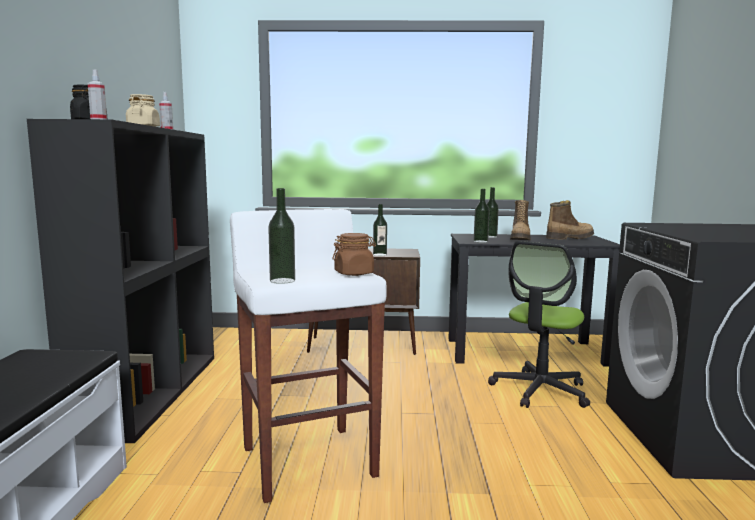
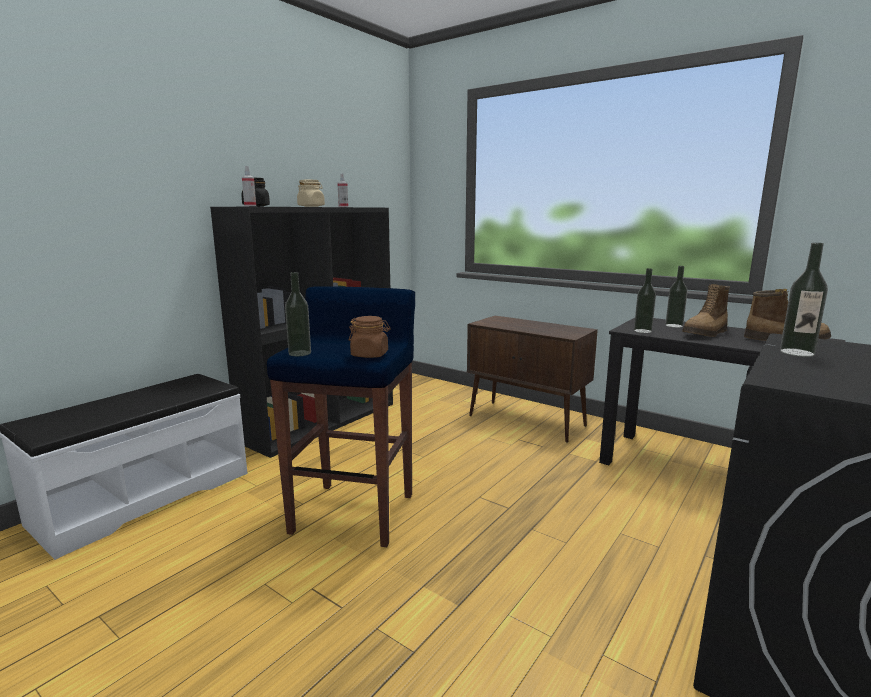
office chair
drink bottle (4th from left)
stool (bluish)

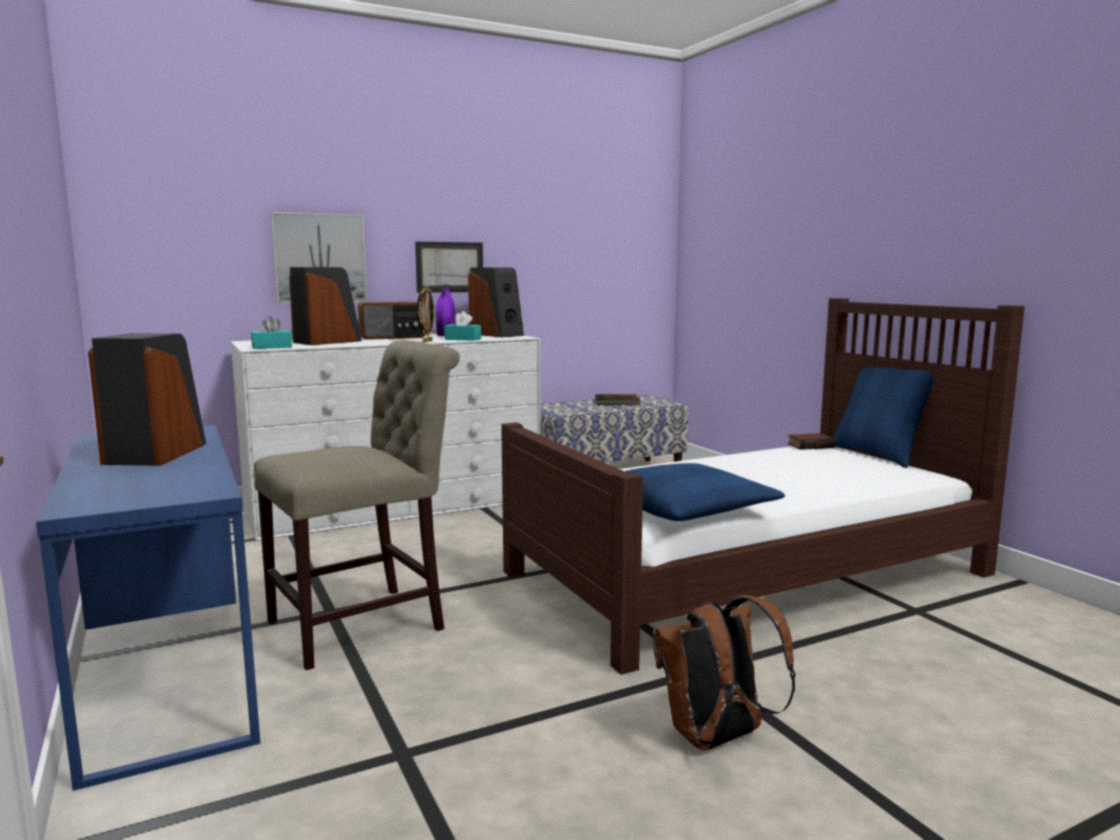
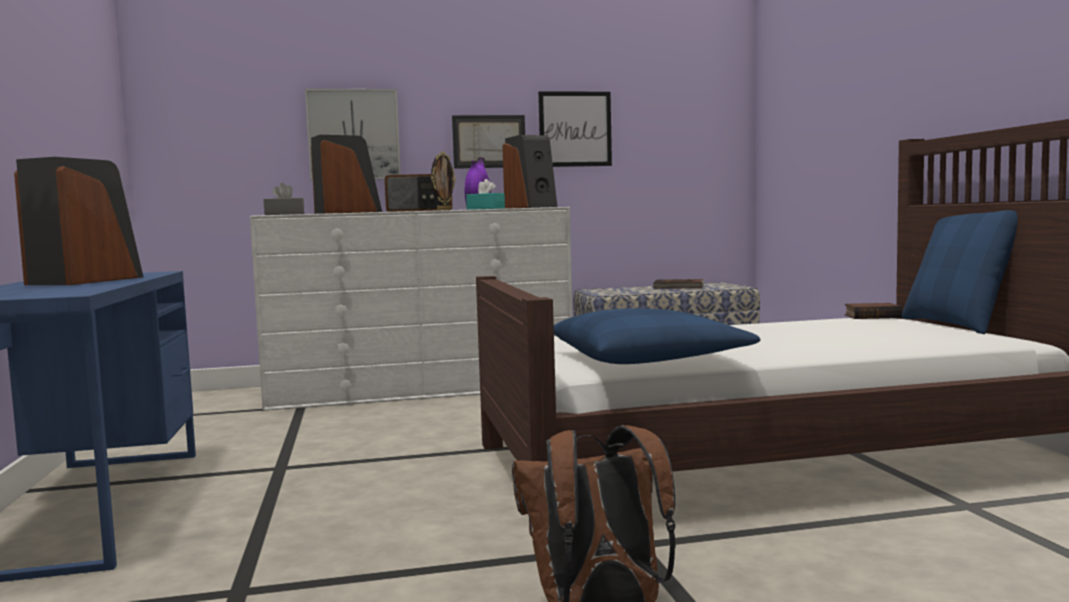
chair (beige)
wall picture (3rd from left)
box of tissues (grey)

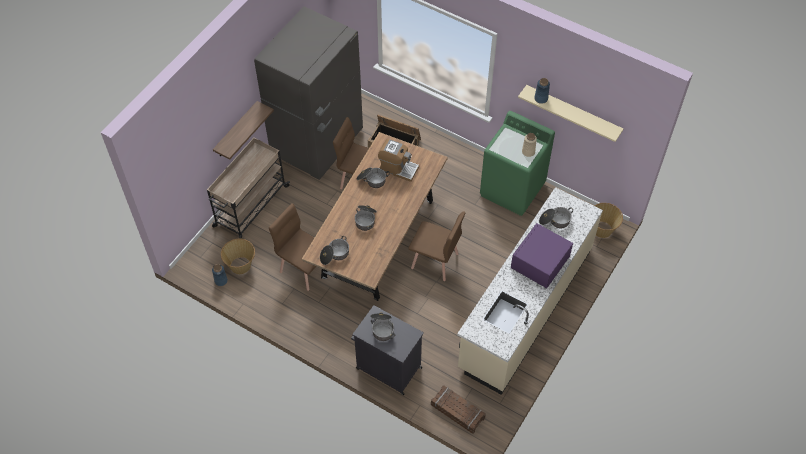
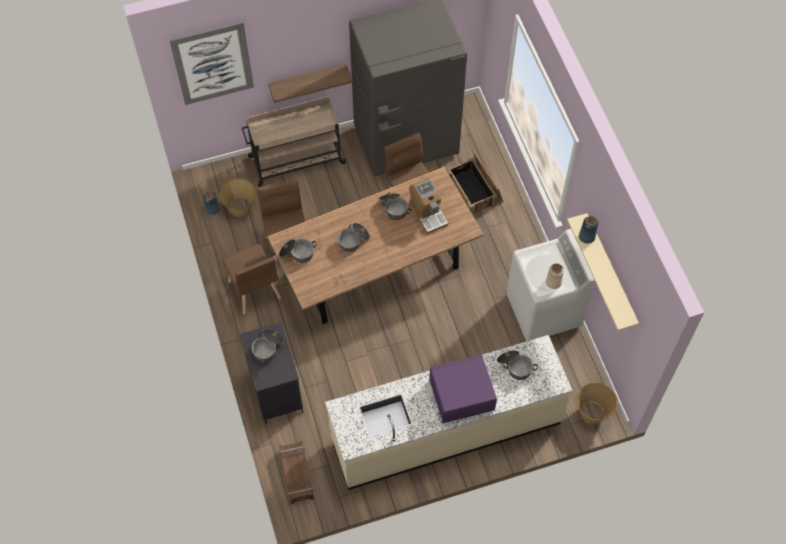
wall picture
chair (brownish) (1st from left)
laundry machine (whitish)

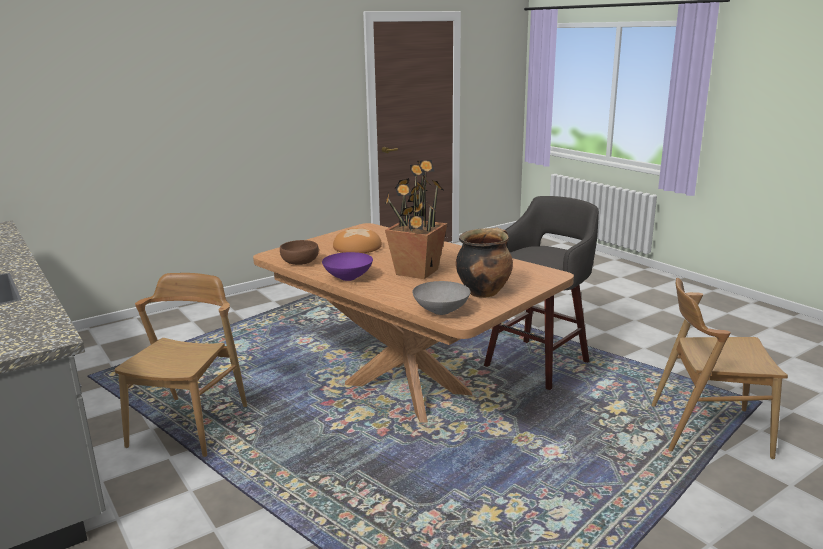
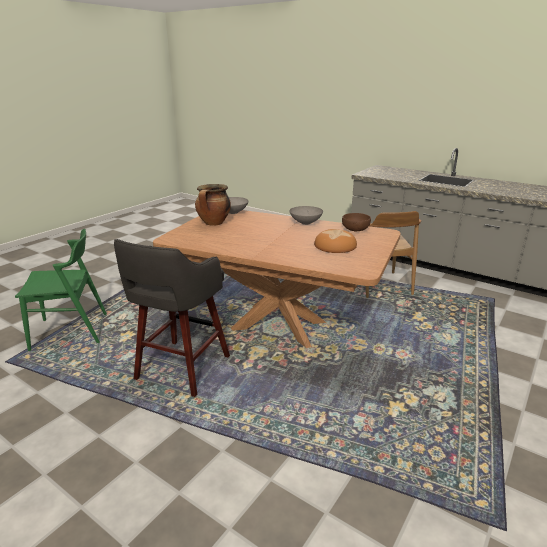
potted plant
serving bowl (grey) (2nd from left)
chair (green)

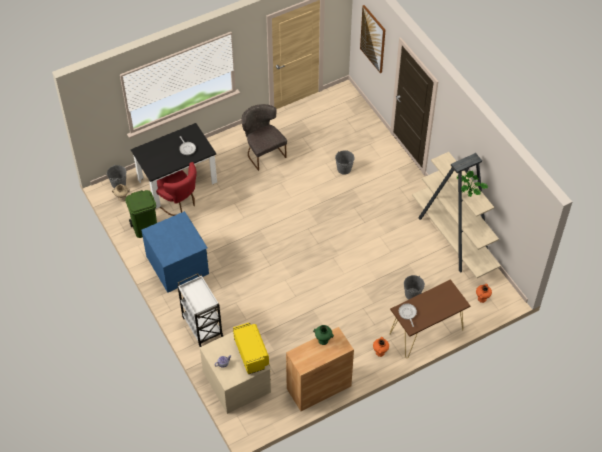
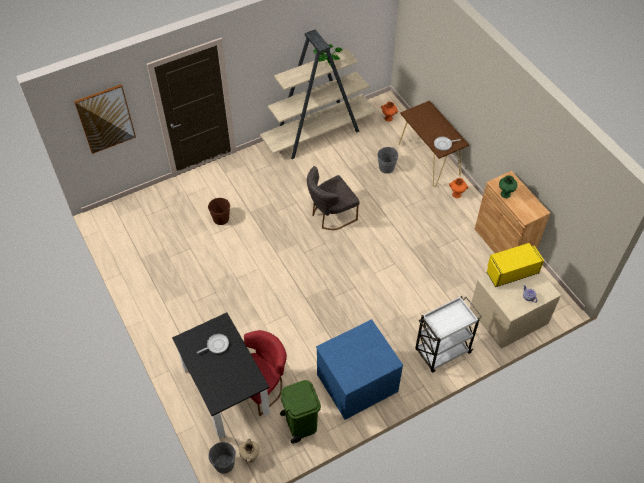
chair (grey)
pail (brownish)

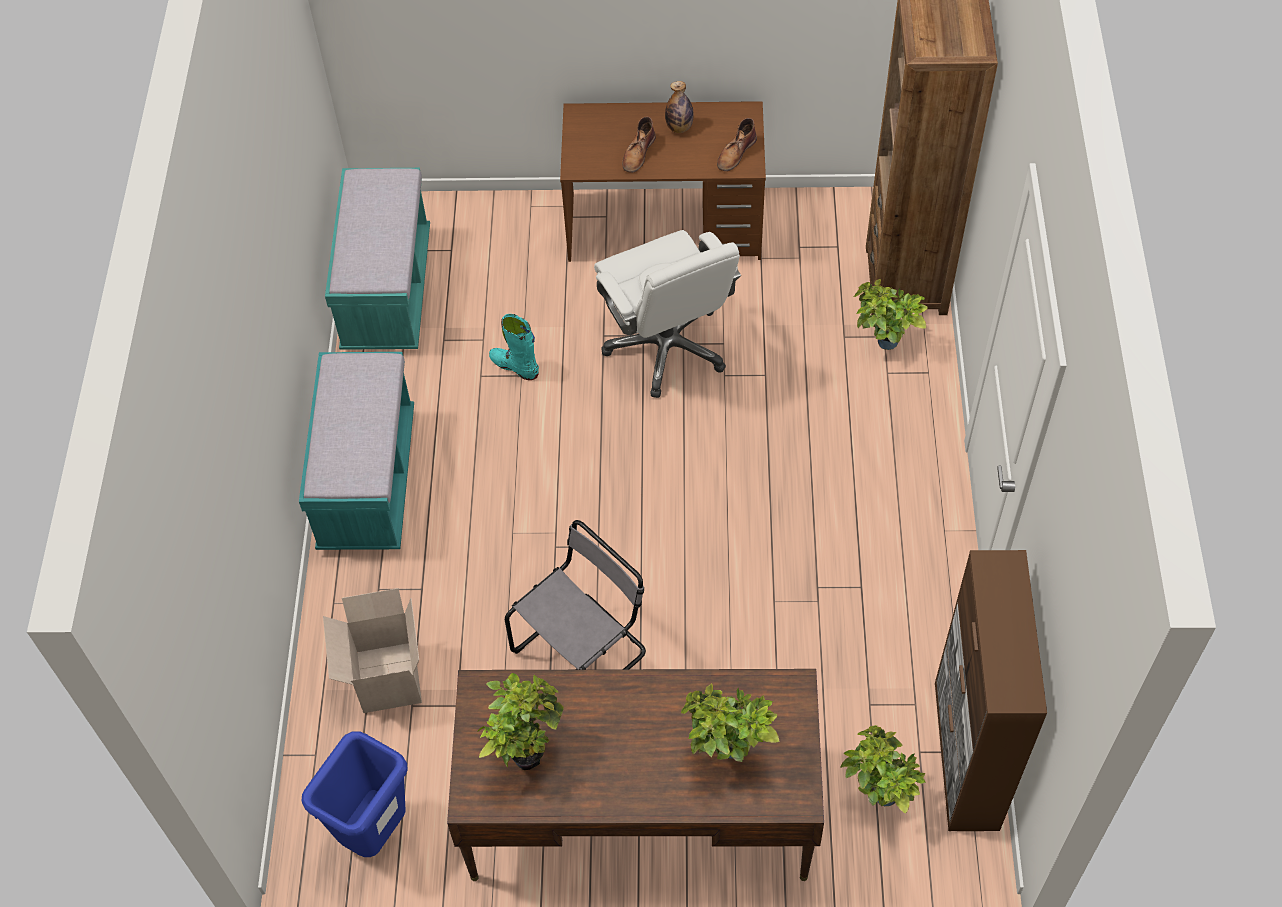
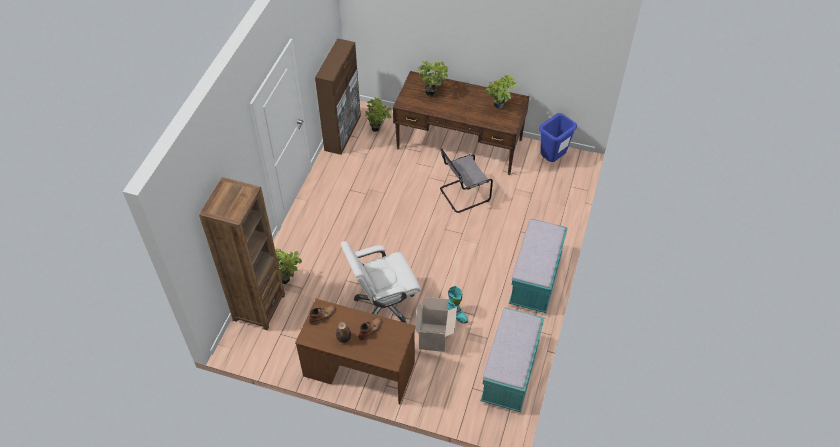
packing box
office chair (whitish)

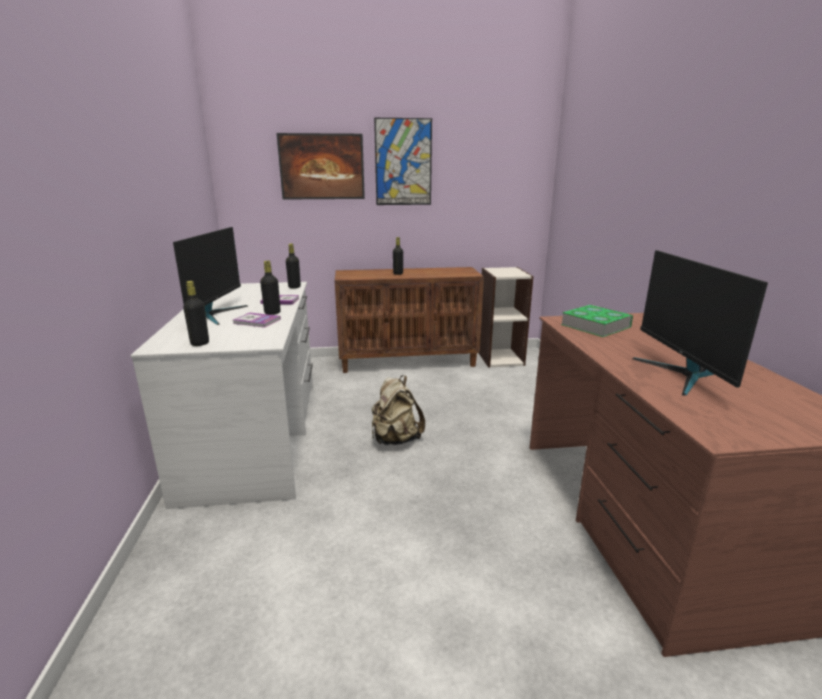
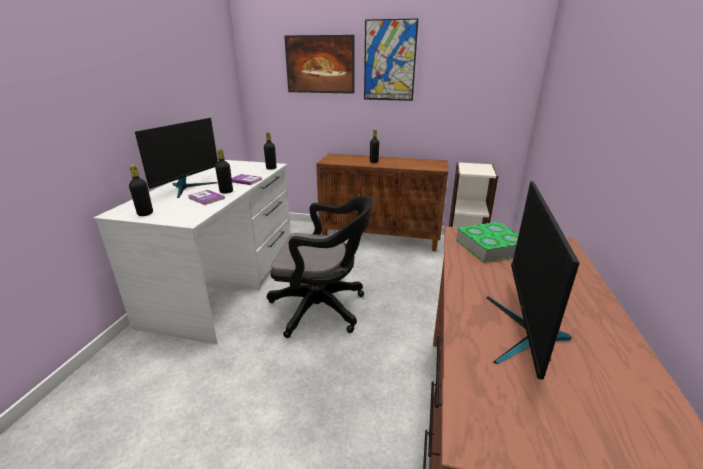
office chair (black-coloured)

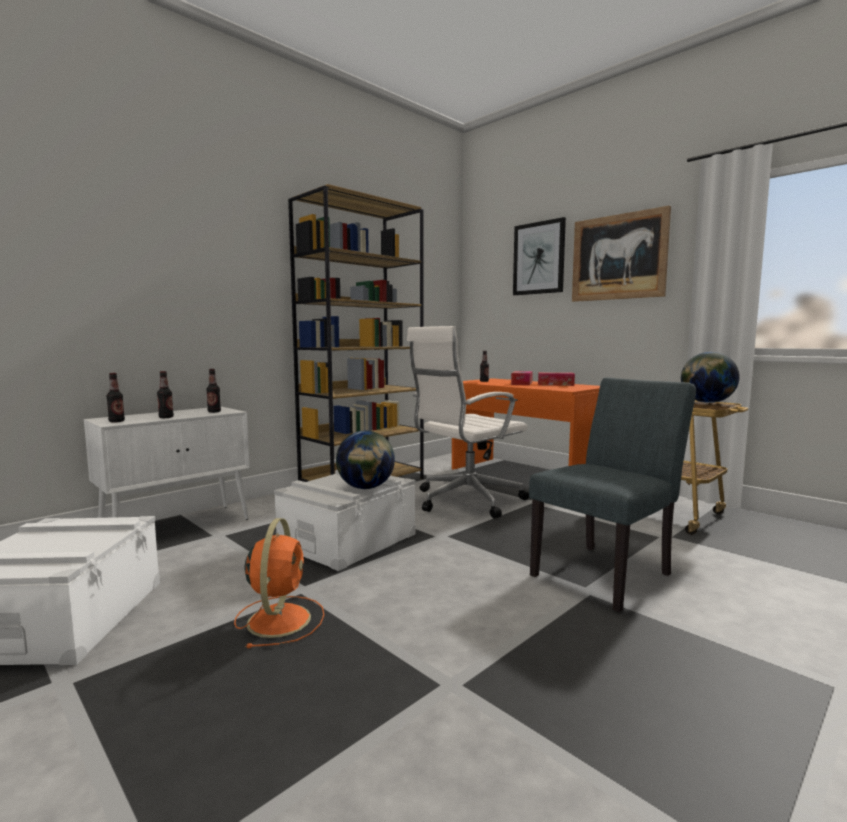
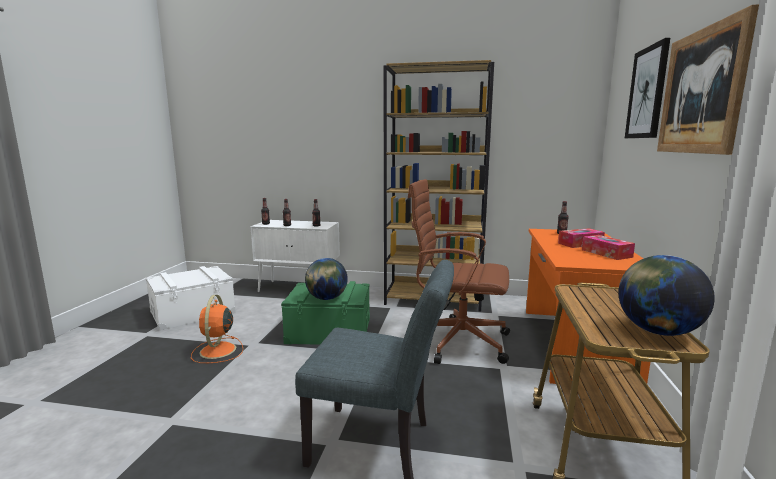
storage box (green)
office chair (brownish)
cooling fan (orange)

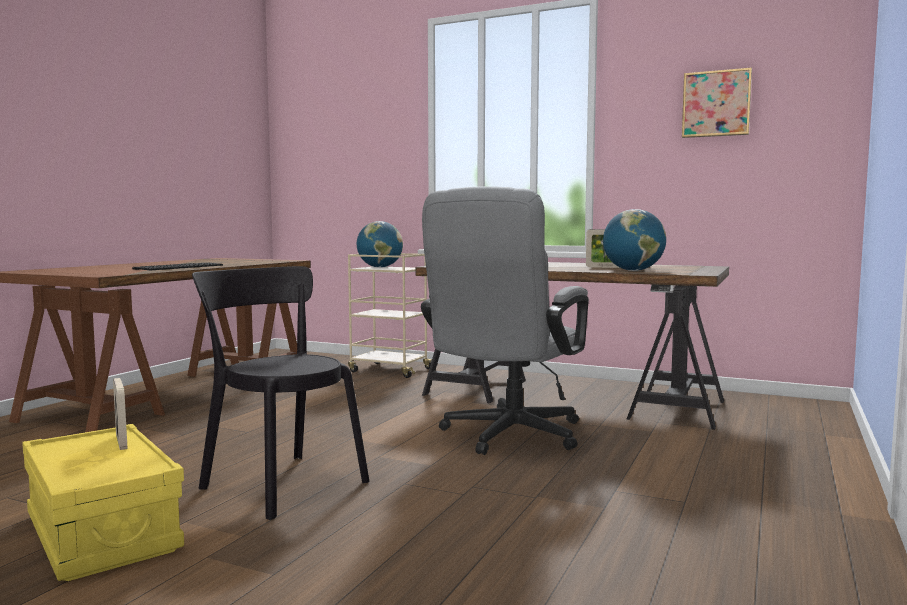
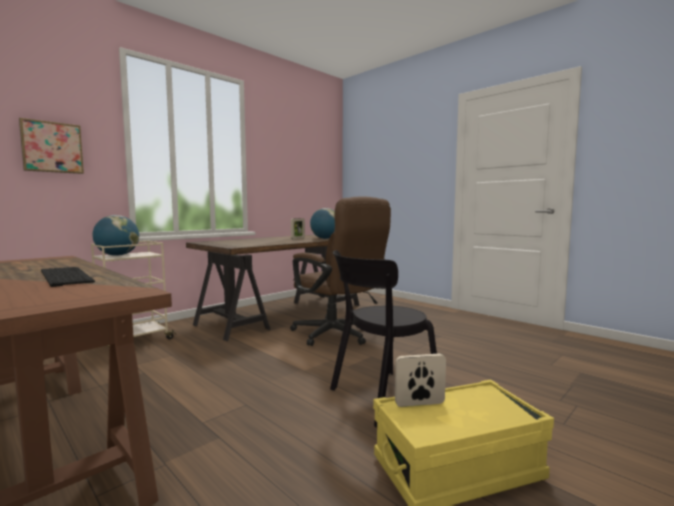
wall picture
office chair (brownish)

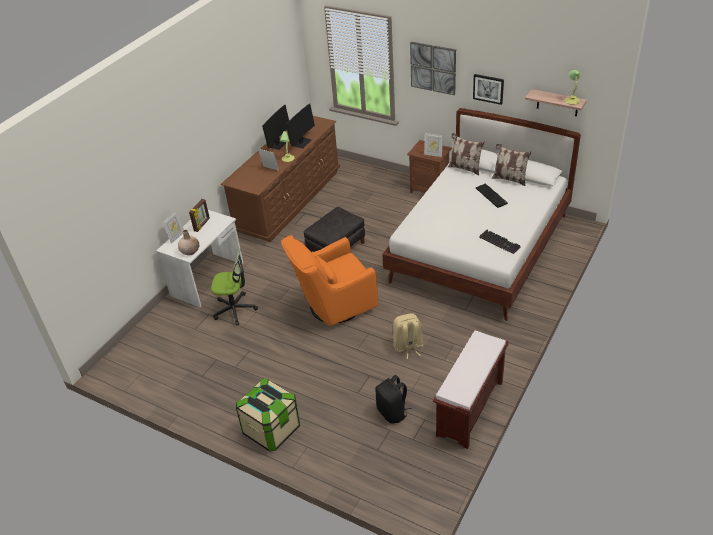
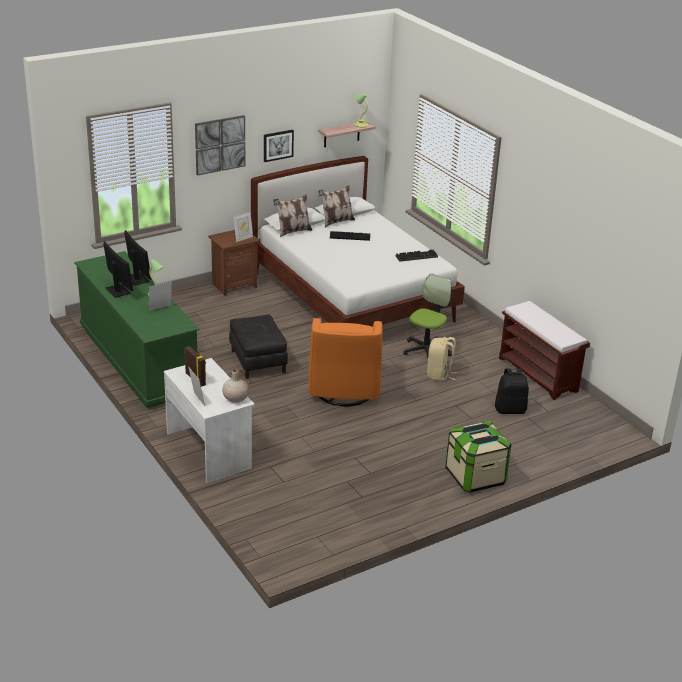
office chair
dresser (green)

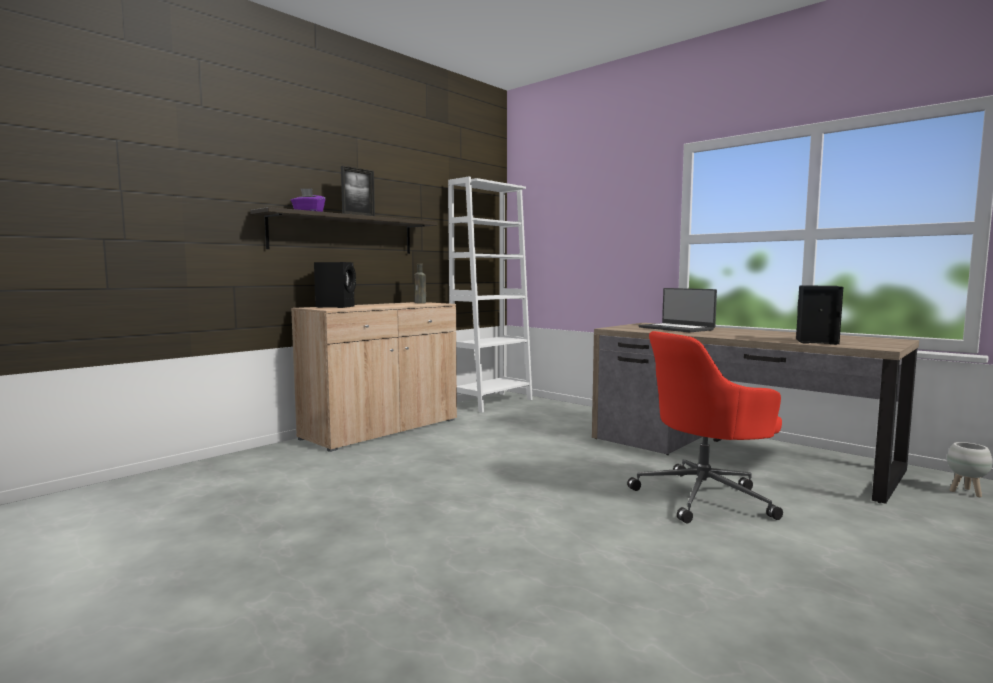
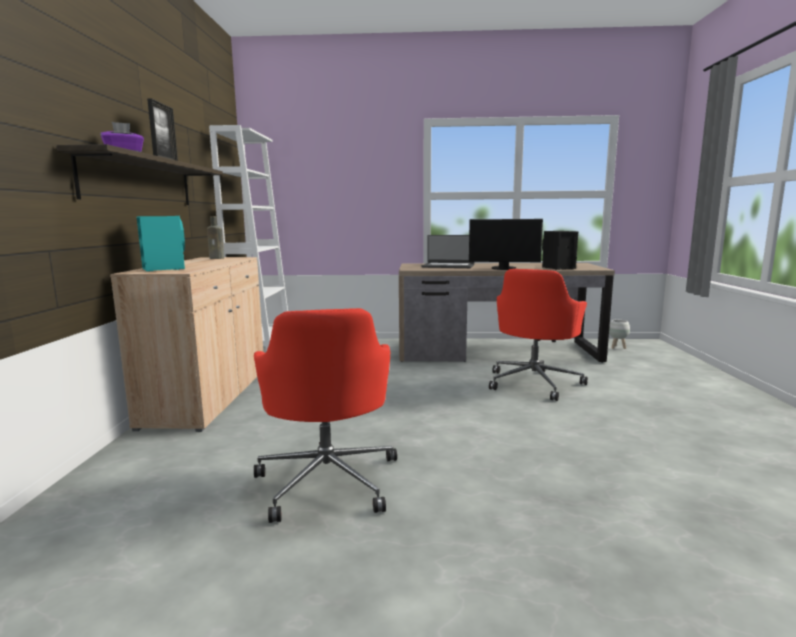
office chair (red-coloured) (1st from left)
monitor
loudspeaker (blue-green)

